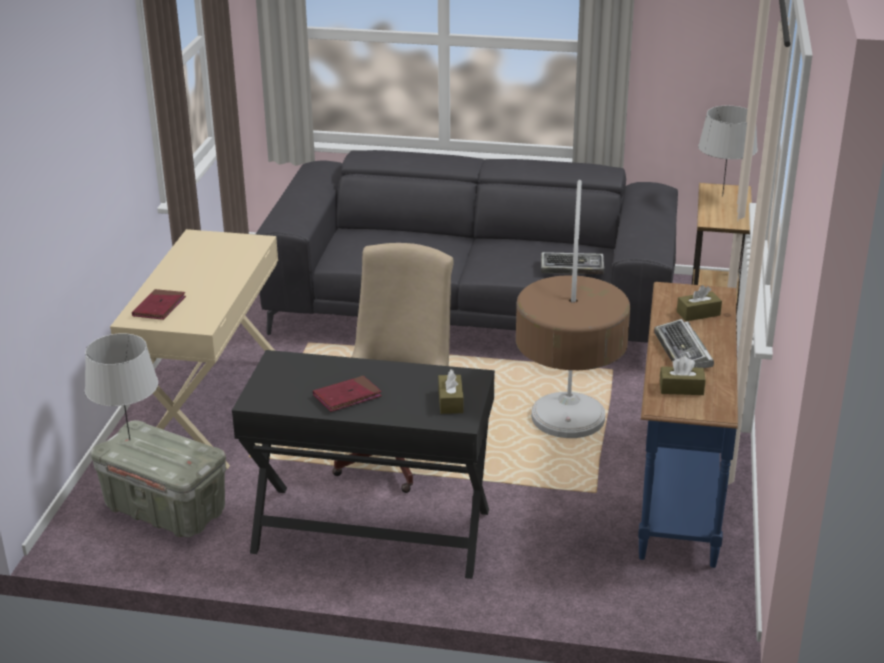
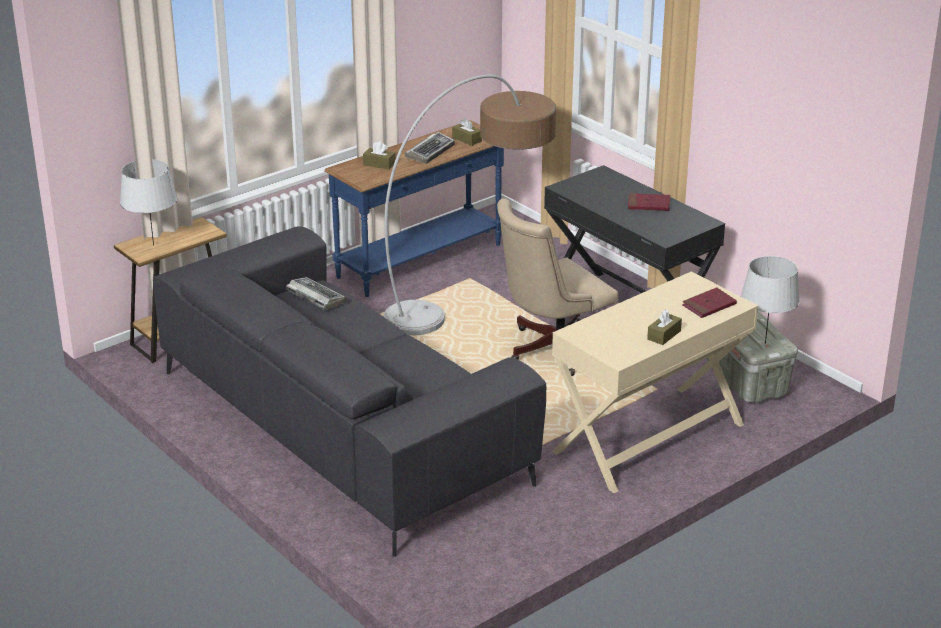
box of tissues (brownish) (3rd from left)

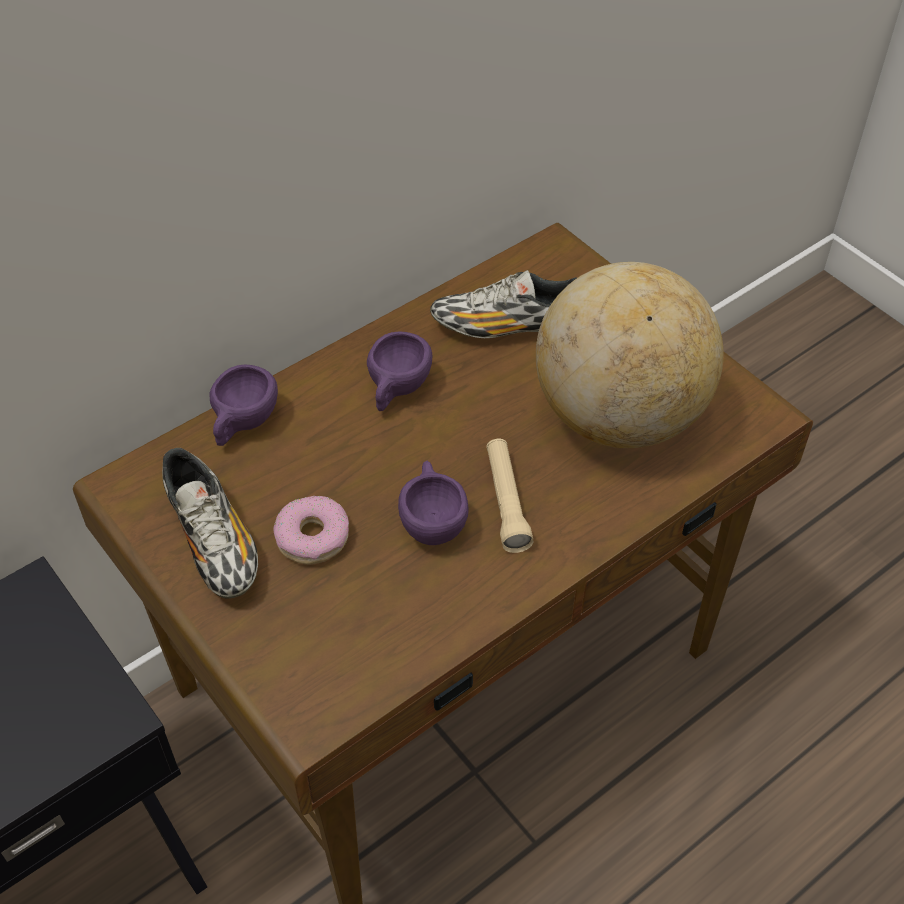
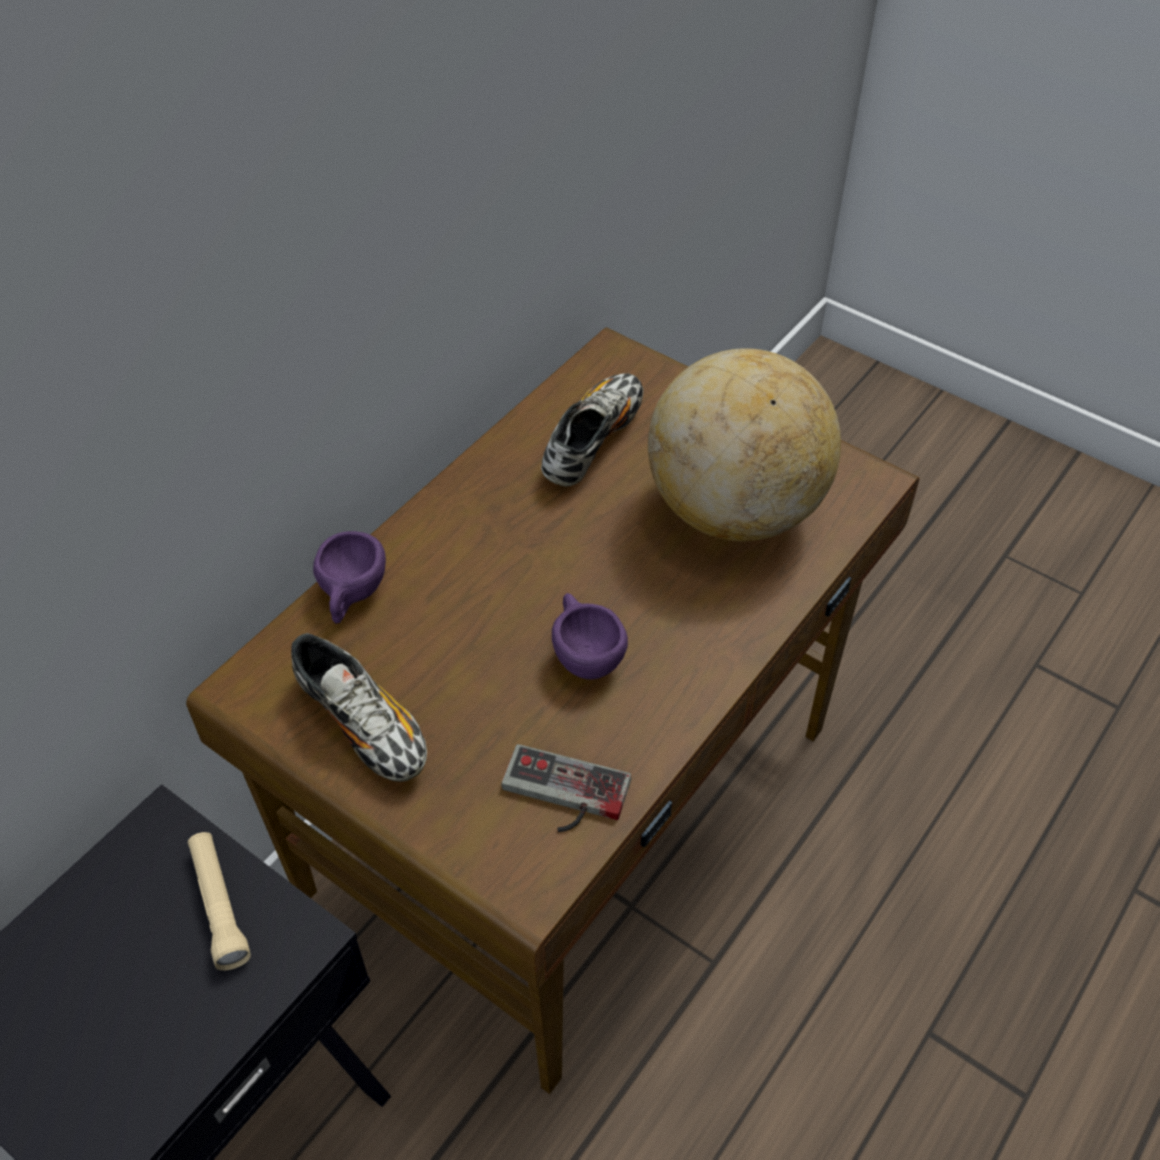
ring doughnut
cup (purple-coloured) (2nd from left in the first image)
game controller
hand torch (beige)
low shoe (2nd from left)

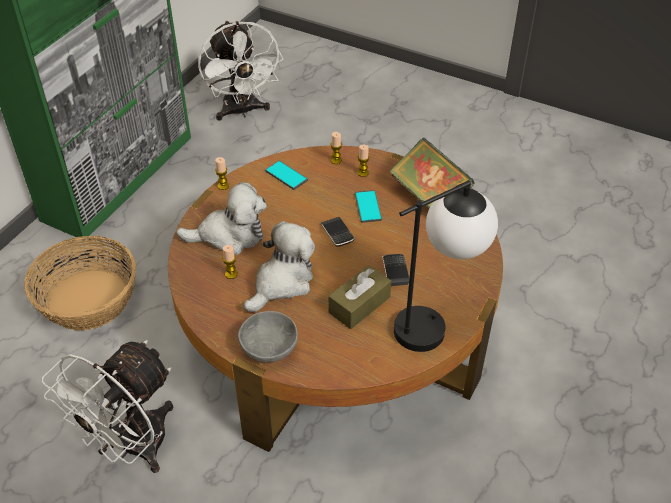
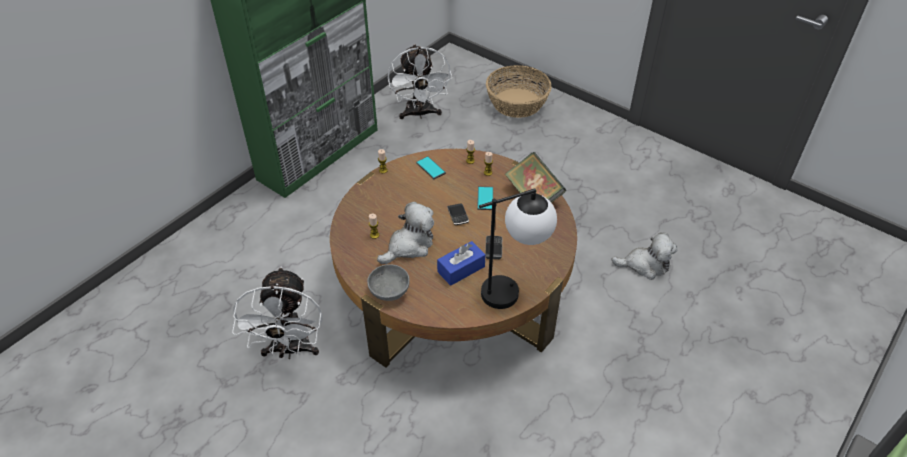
storage basket
cuddly toy (2nd from left)
box of tissues (bluish)
cooling fan (whitish) (1st from left)

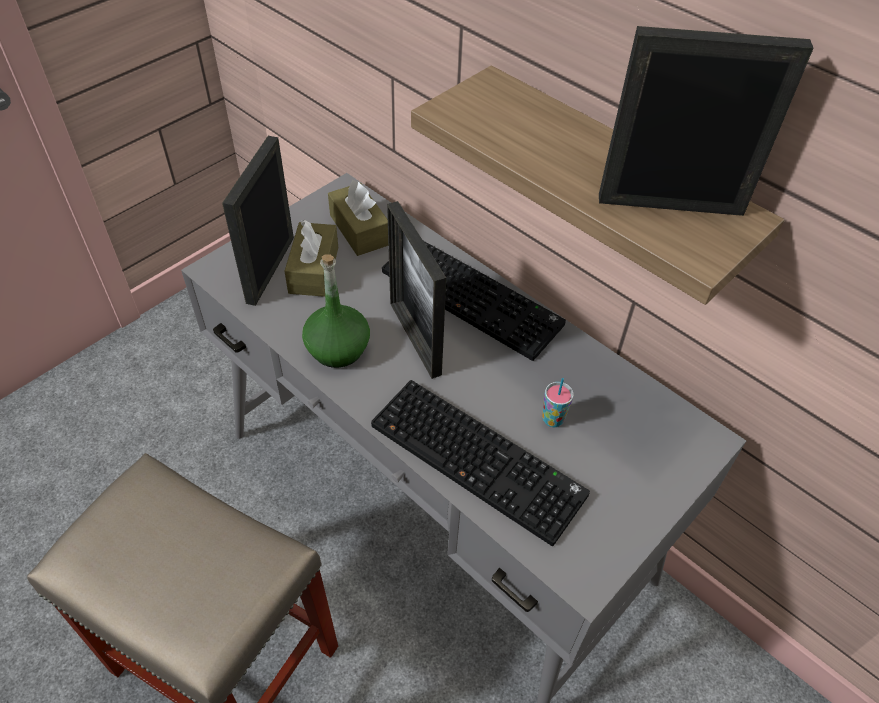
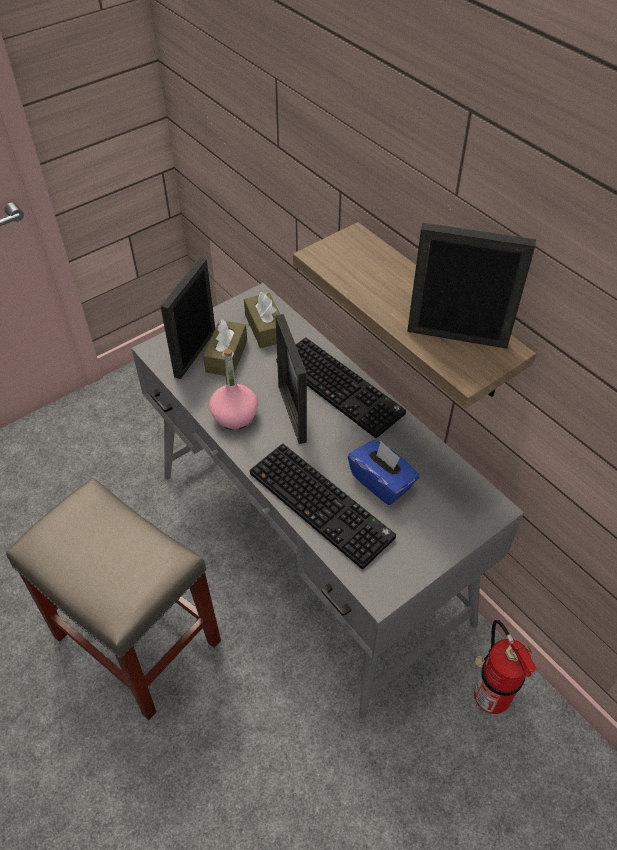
fire extinguisher
box of tissues (bluish)
drink bottle (pinkish)

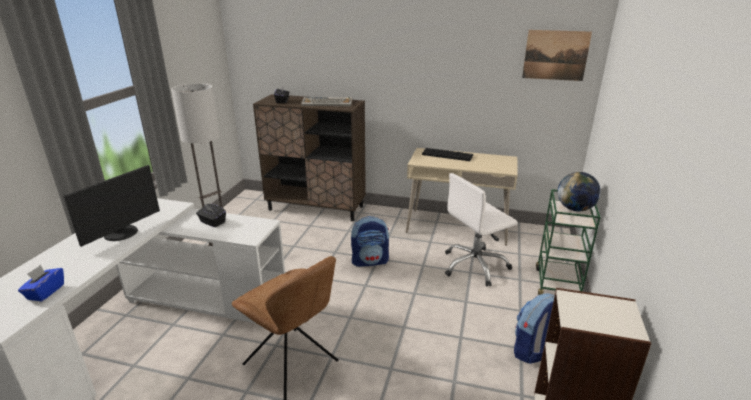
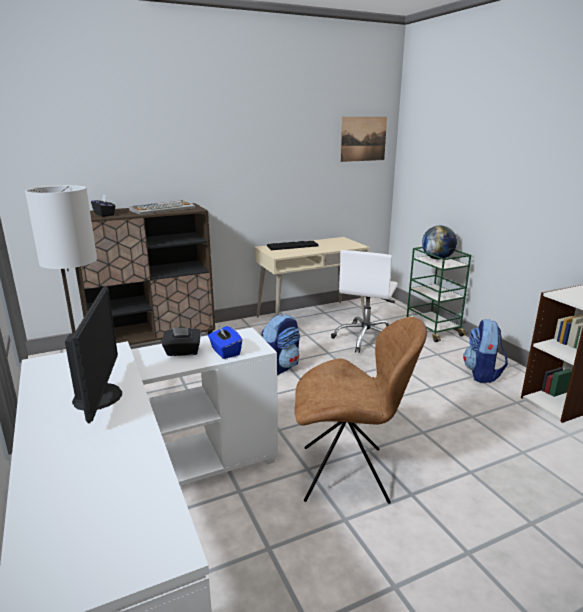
box of tissues (bluish)

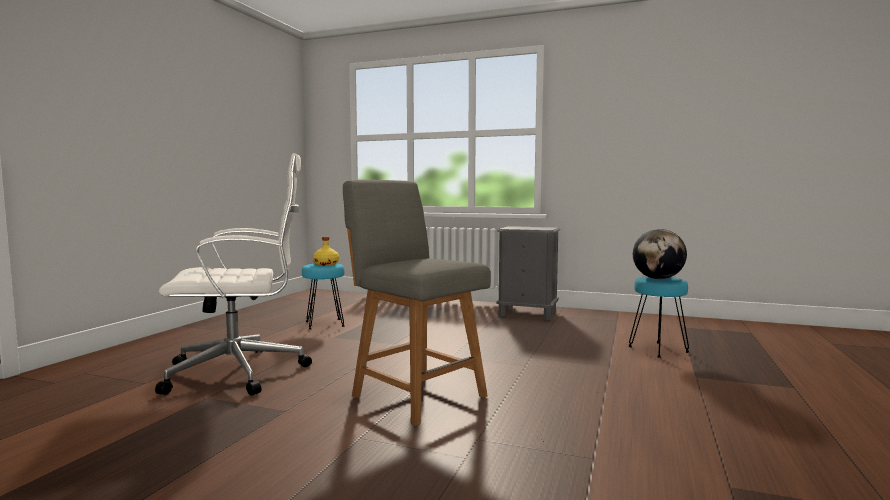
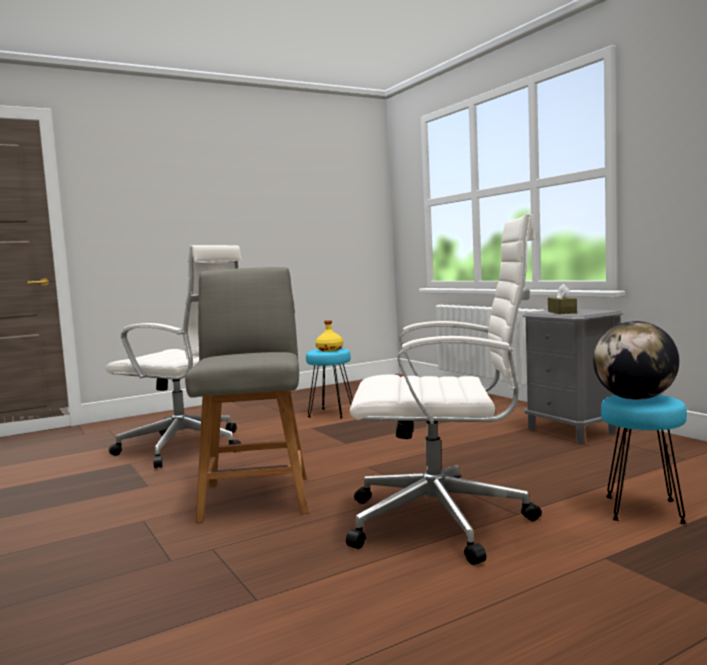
office chair (whitish) (2nd from left)
box of tissues (brownish)

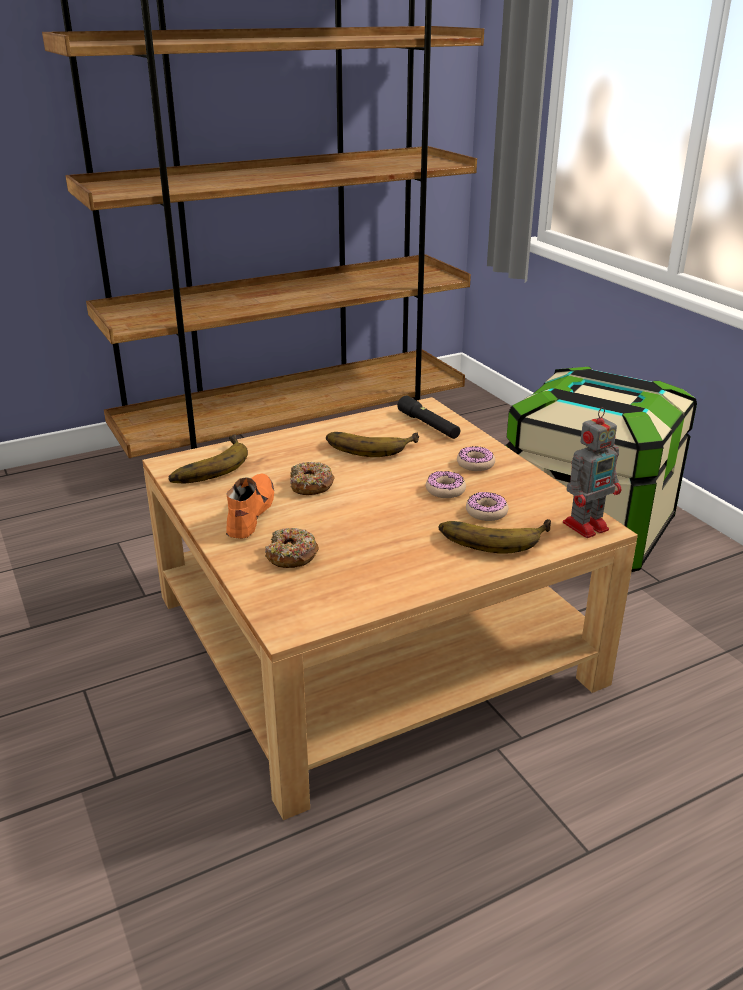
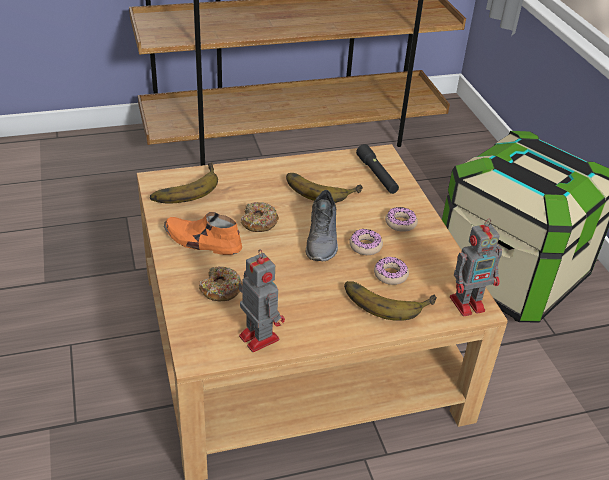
robot figure (1st from left)
low shoe (grey)
low shoe (orange)

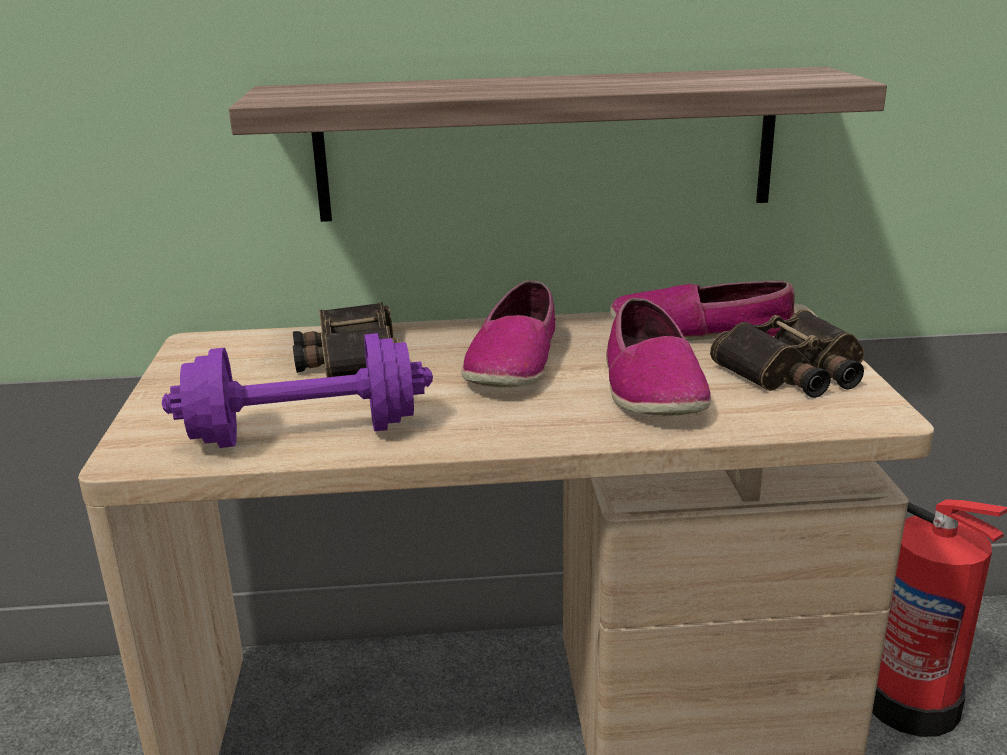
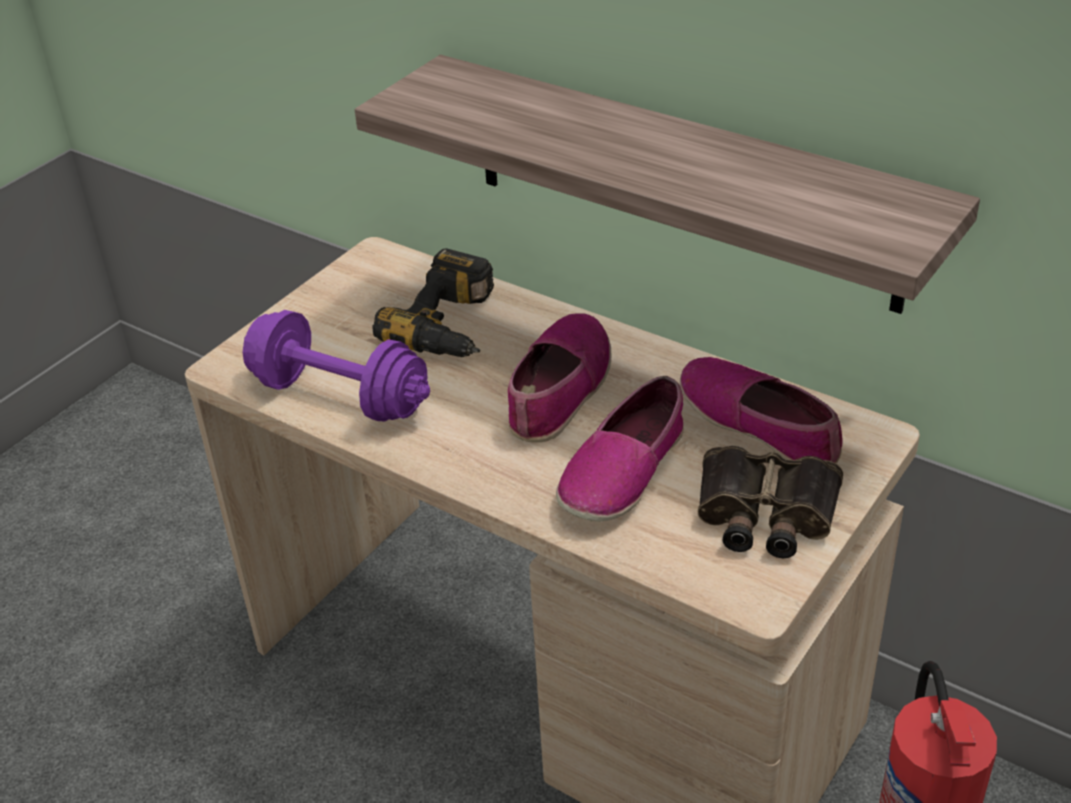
power drill
low shoe (1st from left)

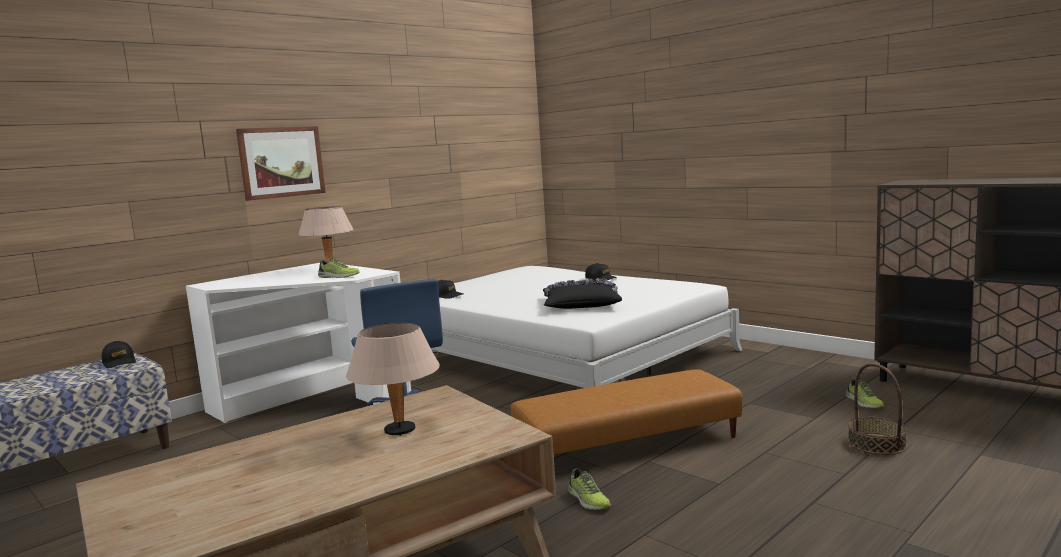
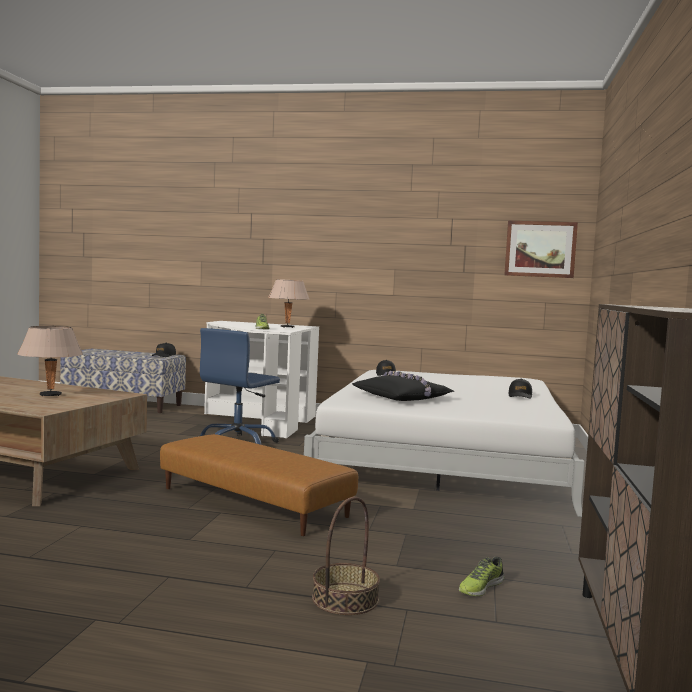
low shoe (2nd from left in the first image)
wall picture

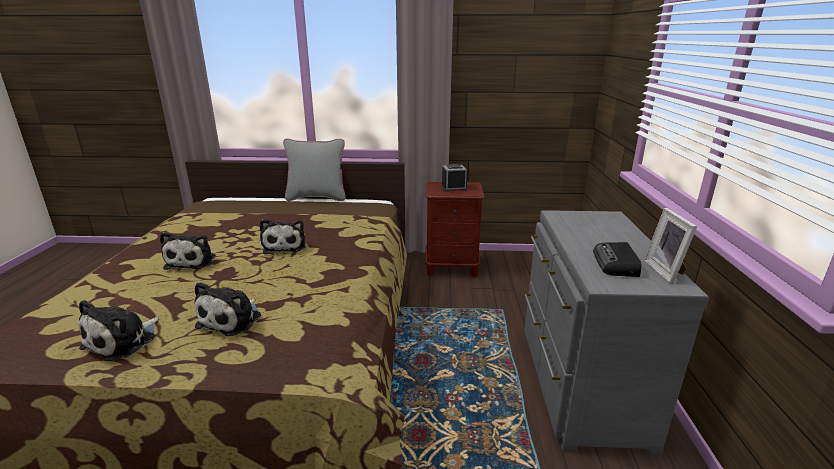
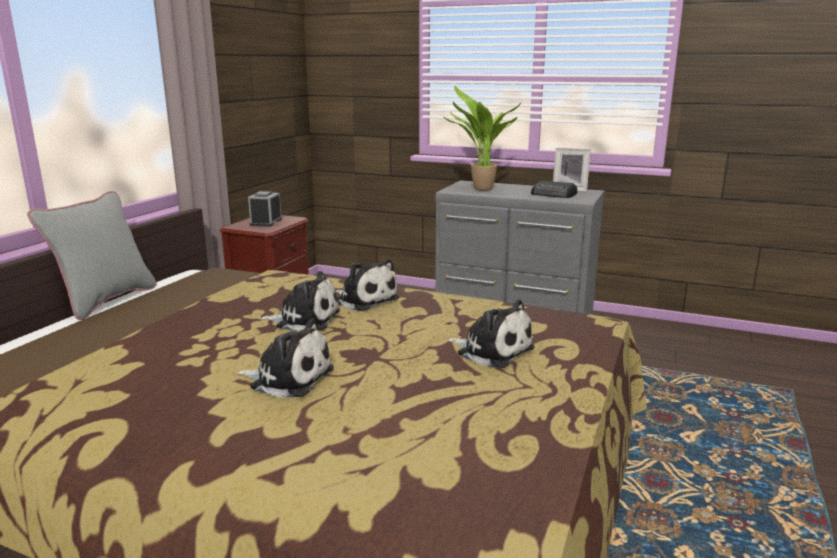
potted plant
cuddly toy (3rd from left)

